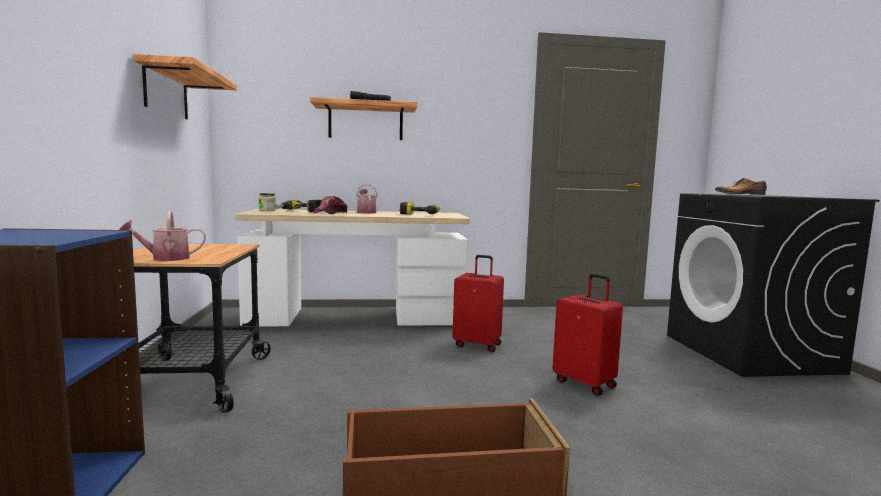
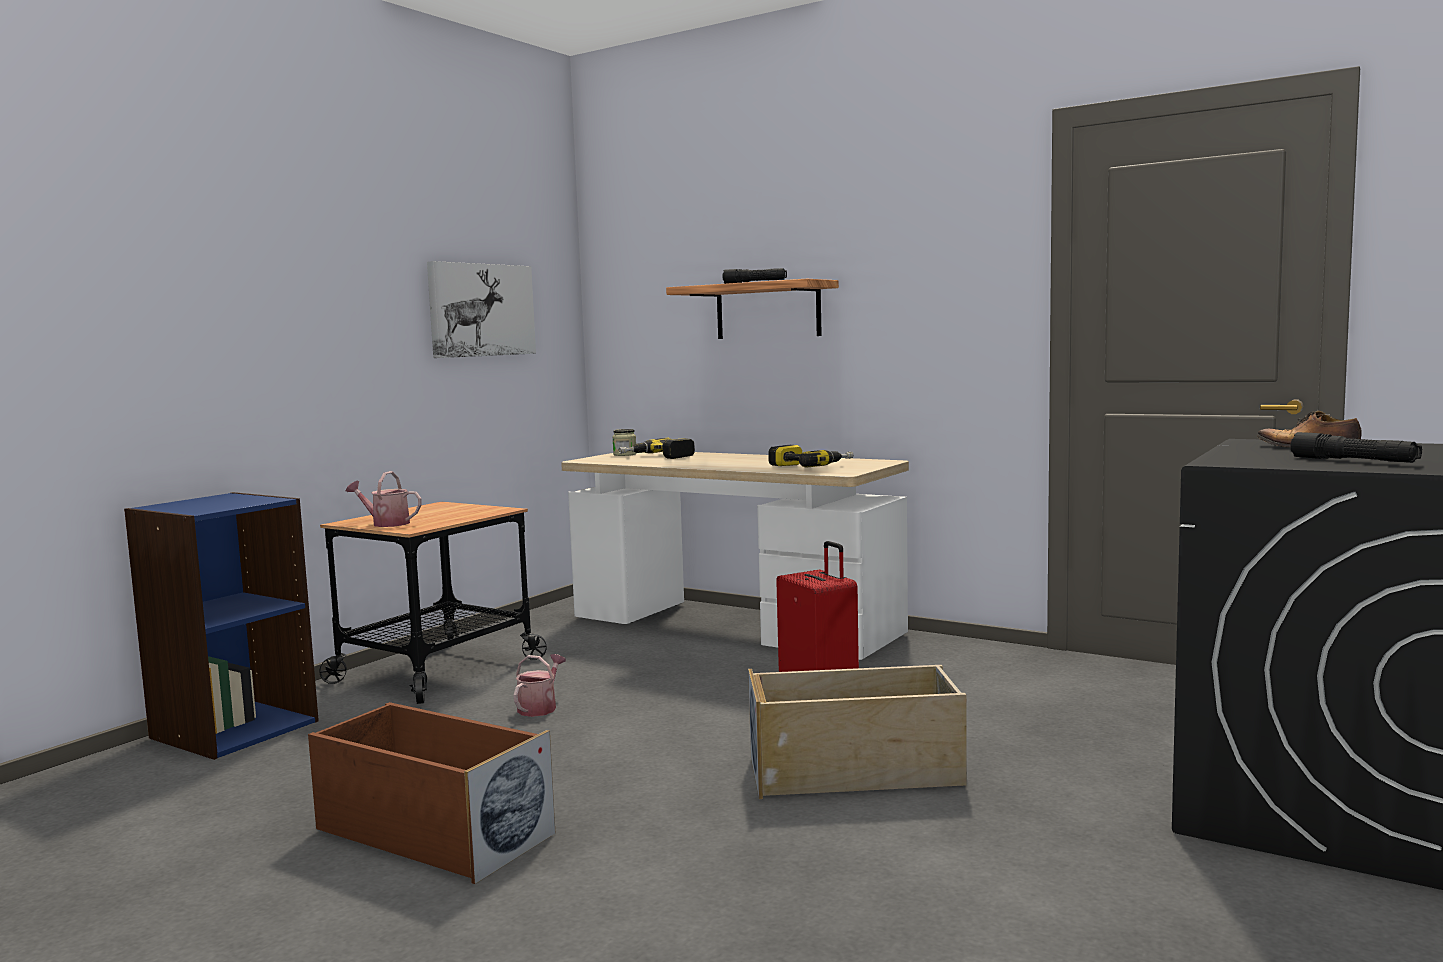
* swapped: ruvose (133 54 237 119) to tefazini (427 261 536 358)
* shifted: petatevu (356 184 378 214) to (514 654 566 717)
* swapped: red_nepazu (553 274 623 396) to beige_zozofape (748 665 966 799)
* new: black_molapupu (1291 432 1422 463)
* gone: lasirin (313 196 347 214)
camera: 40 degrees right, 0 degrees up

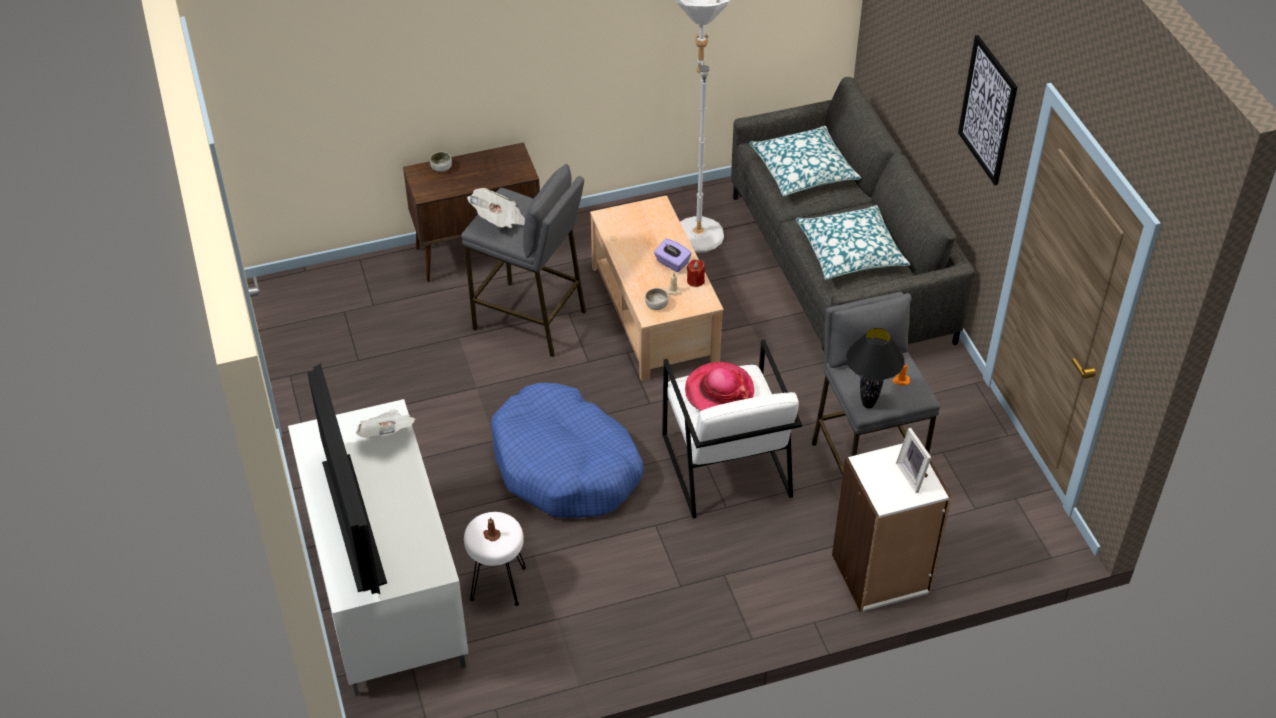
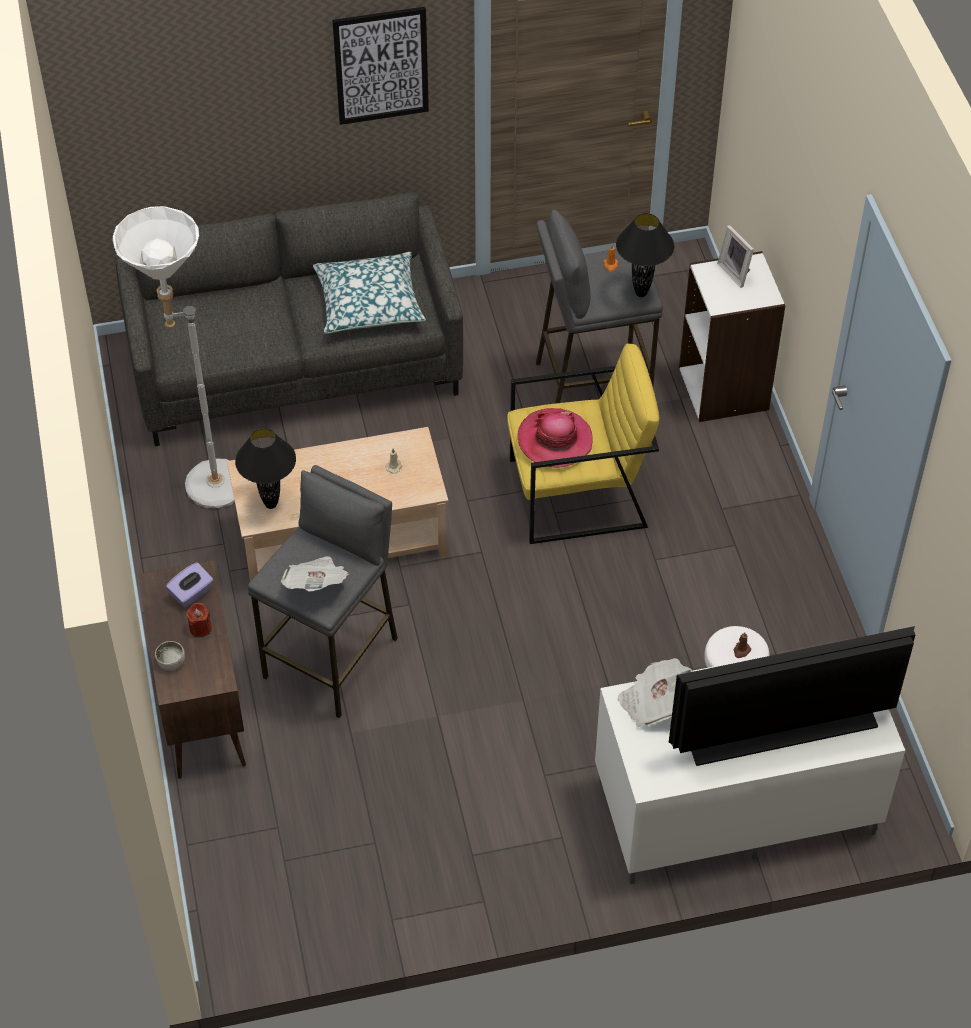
* shifted: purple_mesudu (654 239 691 272) to (166 562 213 608)
* shifted: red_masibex (687 259 705 287) to (186 603 212 637)
* new: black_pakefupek (235 429 296 509)
* repainted: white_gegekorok (662 340 802 519) to yellow_gegekorok (507 344 659 544)
* rotated: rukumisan (896 428 932 493) = (717 225 754 288) 75 degrees clockwise
* gone: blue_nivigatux (491 383 644 518)
* gone: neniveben (645 288 669 310)
* gone: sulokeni (749 126 861 196)
camera: 85 degrees left, 5 degrees up

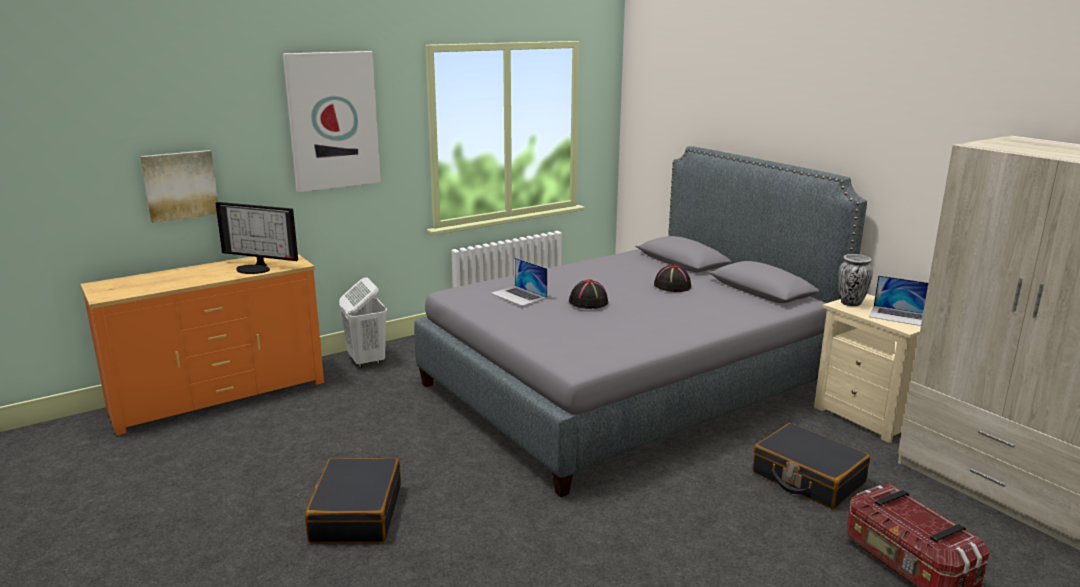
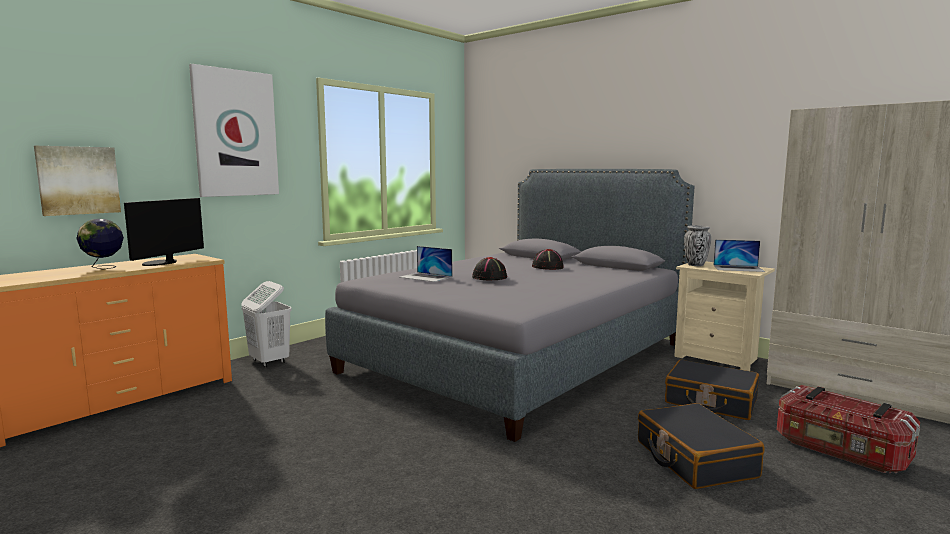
* new: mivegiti (76 219 124 269)
* rotated: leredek (215 202 298 274) = (124 198 204 266) 105 degrees clockwise
* shifted: black_nepazu (305 458 401 543) to (638 403 764 489)
camera: 15 degrees left, 10 degrees down

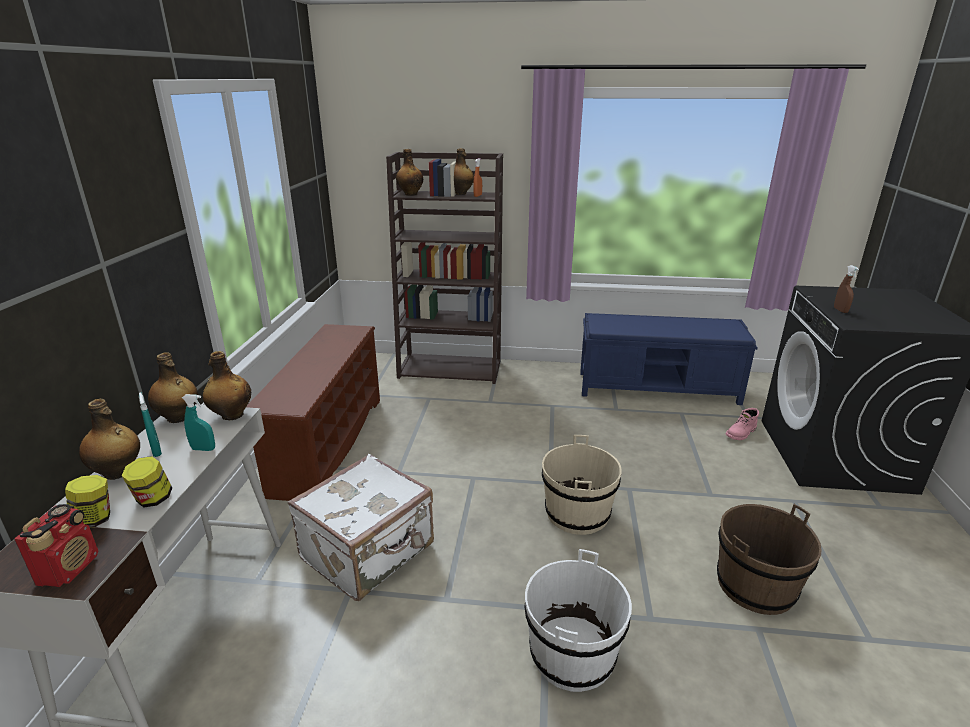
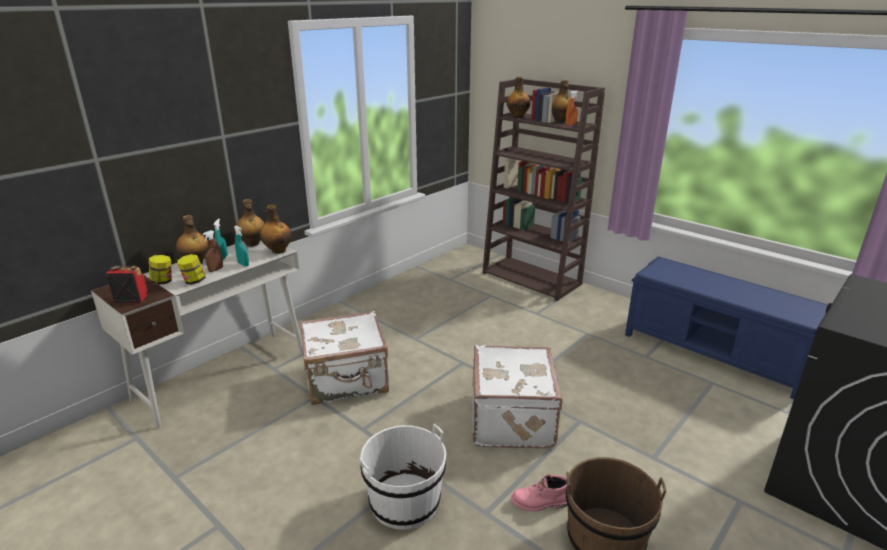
* rotated: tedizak (14 504 98 587) = (106 265 148 303) 135 degrees counterclockwise
* shifted: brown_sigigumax (834 265 859 313) to (203 230 223 272)
* swapped: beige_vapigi (542 435 622 535) to white_nepazu (472 345 564 448)
* shifted: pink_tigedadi (726 408 759 440) to (511 474 568 512)
* gone: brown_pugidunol (247 324 380 501)
camera: 35 degrees right, 0 degrees up

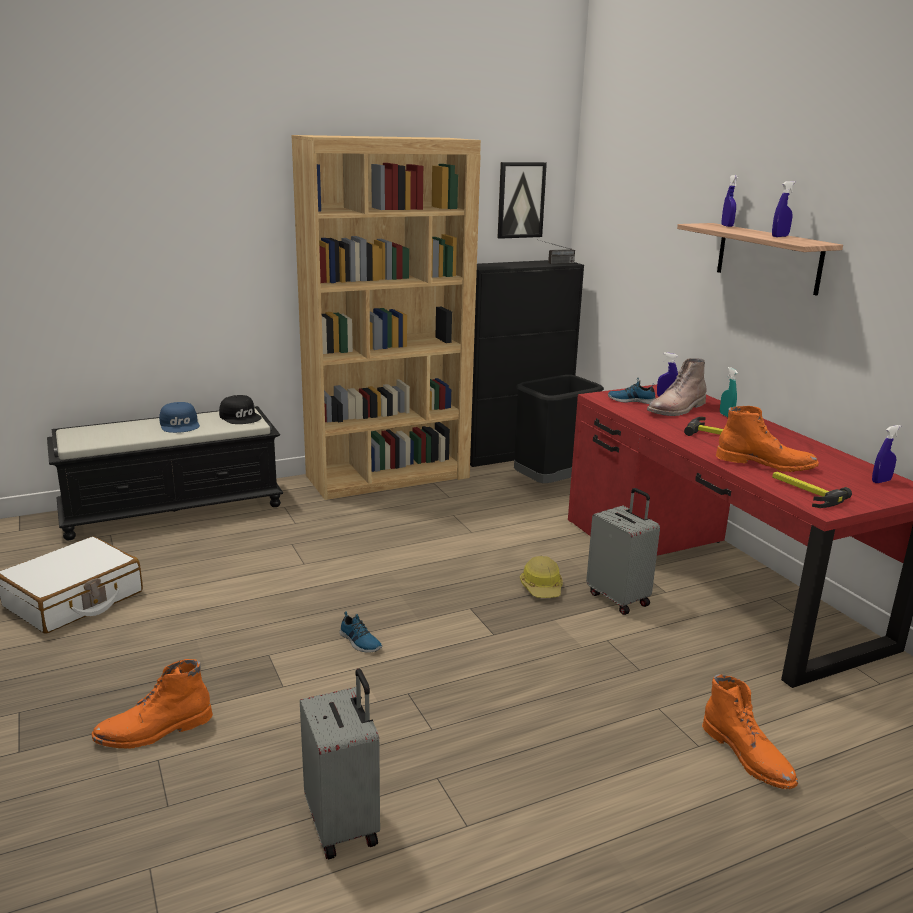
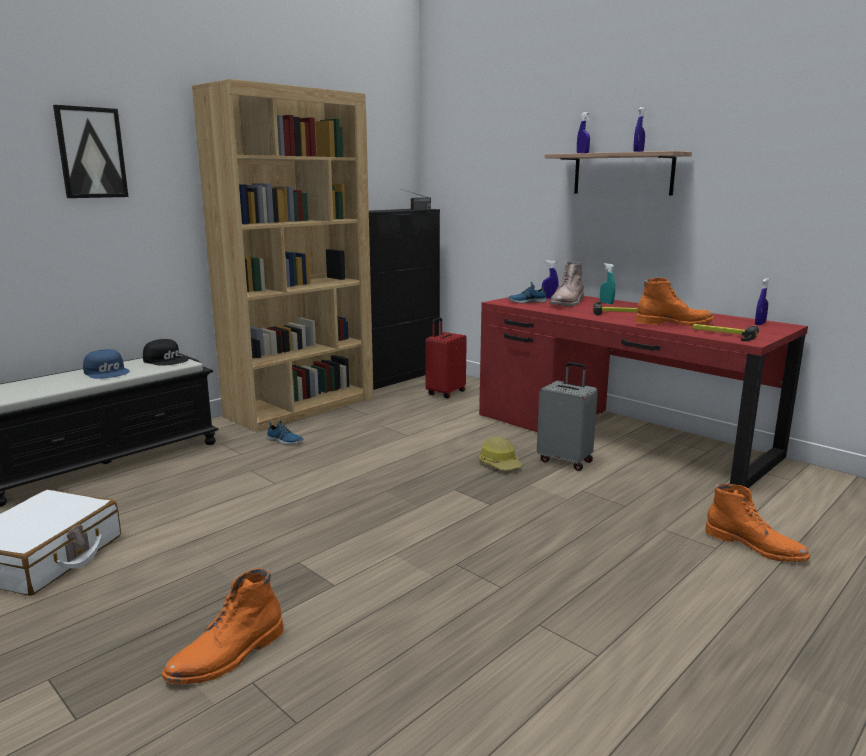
* shifted: tefazini (498 162 547 239) to (53 105 128 198)
* shifted: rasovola (339 611 382 652) to (267 420 303 445)
* swapped: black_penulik (514 375 604 483) to red_nepazu (425 318 467 398)
* gone: grey_nepazu (300 669 380 859)
camera: 20 degrees left, 5 degrees down

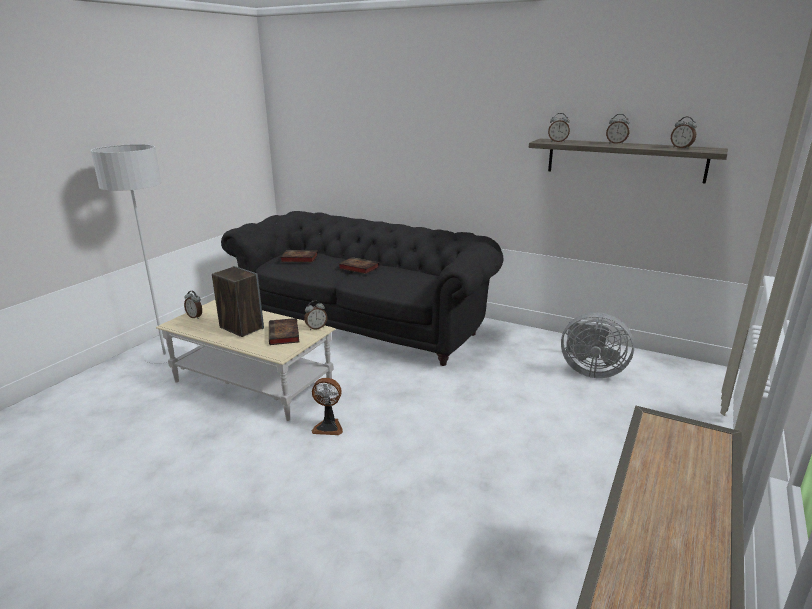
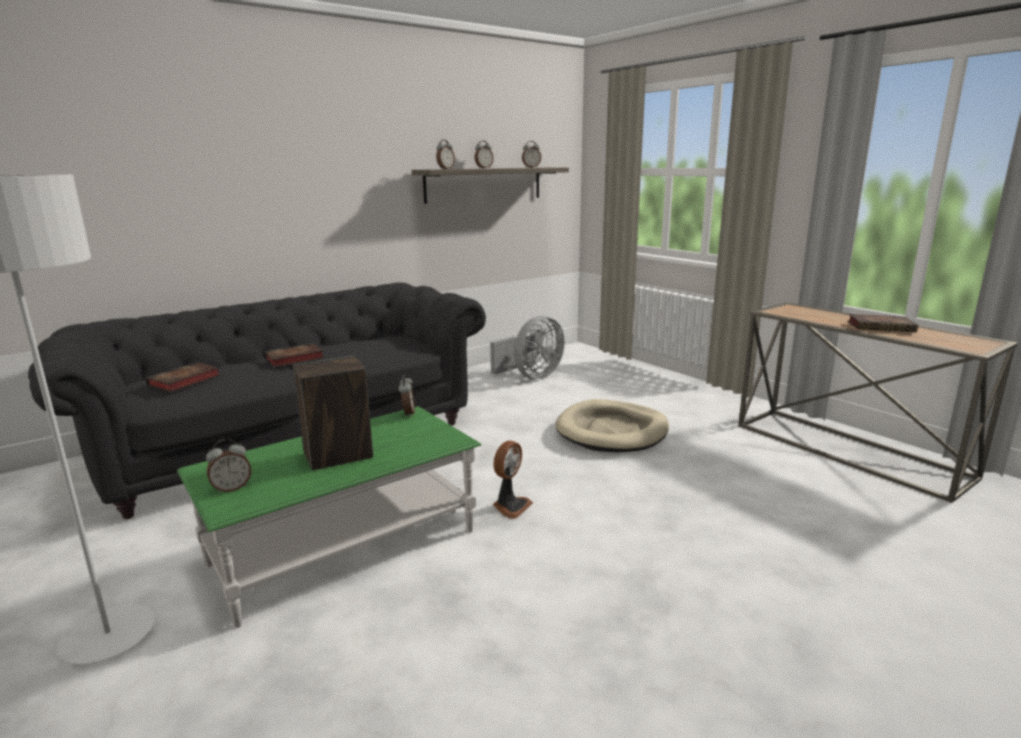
* repainted: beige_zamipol (156 300 336 421) to green_zamipol (177 406 482 628)
* new: beige_nivigatux (556 399 669 452)
* shifted: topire (269 318 299 345) to (848 314 918 332)
camera: 65 degrees left, 5 degrees down

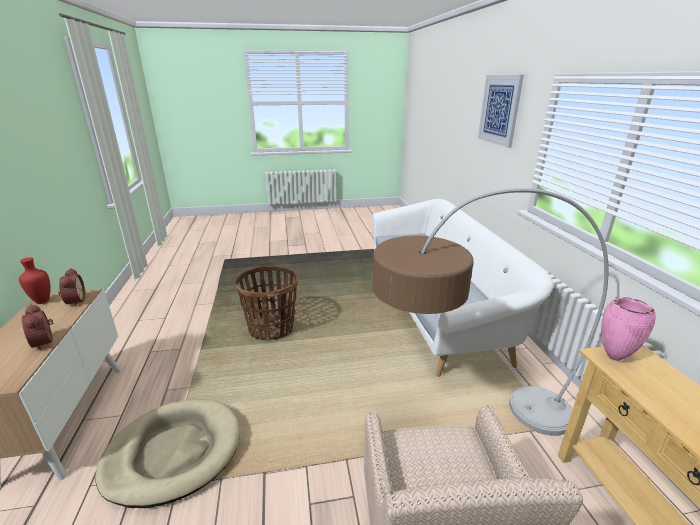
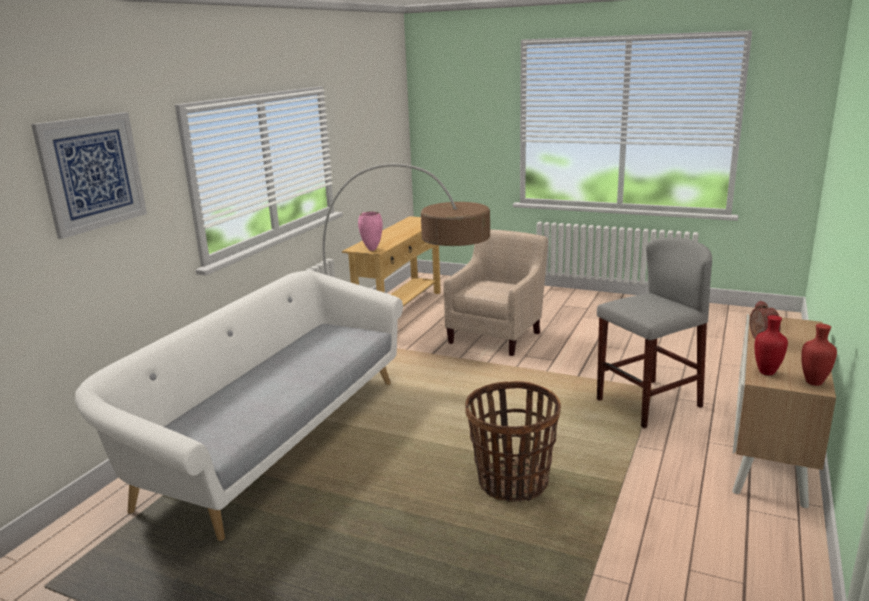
* swapped: beige_nivigatux (96 399 240 508) to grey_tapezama (597 238 712 428)
* swapped: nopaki (58 268 85 307) to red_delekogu (755 315 788 375)
camera: 145 degrees left, 5 degrees down

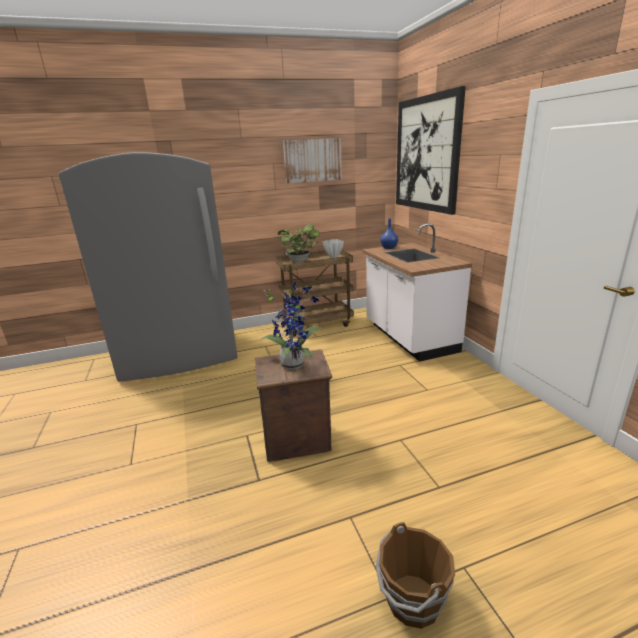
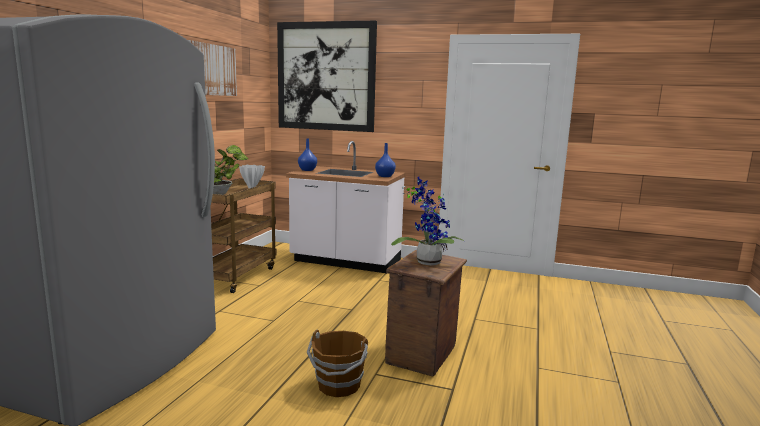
* shifted: brown_vapigi (376 522 455 629) to (307 330 368 397)
* new: blue_delekogu (375 143 396 177)
camera: 55 degrees left, 10 degrees down

